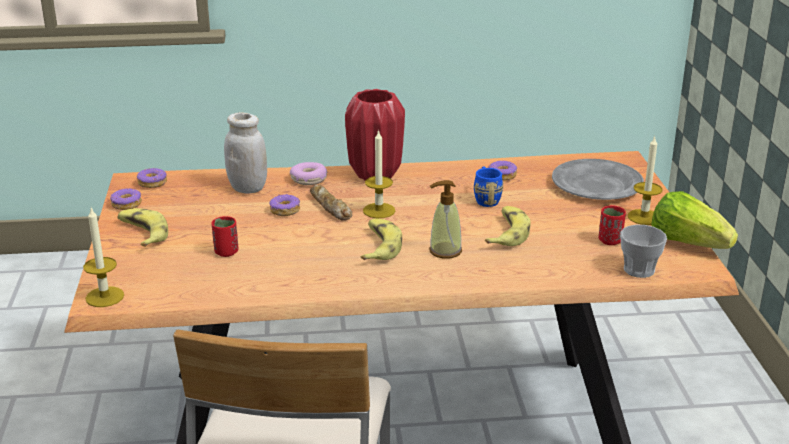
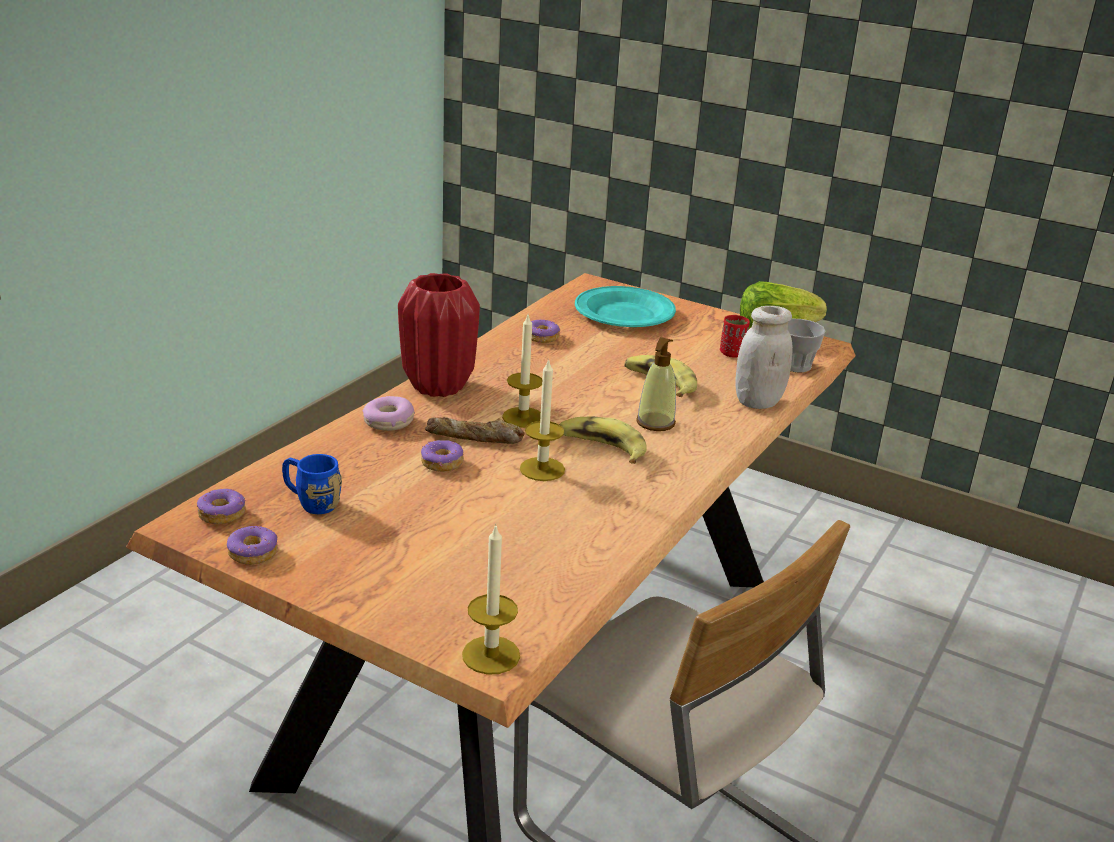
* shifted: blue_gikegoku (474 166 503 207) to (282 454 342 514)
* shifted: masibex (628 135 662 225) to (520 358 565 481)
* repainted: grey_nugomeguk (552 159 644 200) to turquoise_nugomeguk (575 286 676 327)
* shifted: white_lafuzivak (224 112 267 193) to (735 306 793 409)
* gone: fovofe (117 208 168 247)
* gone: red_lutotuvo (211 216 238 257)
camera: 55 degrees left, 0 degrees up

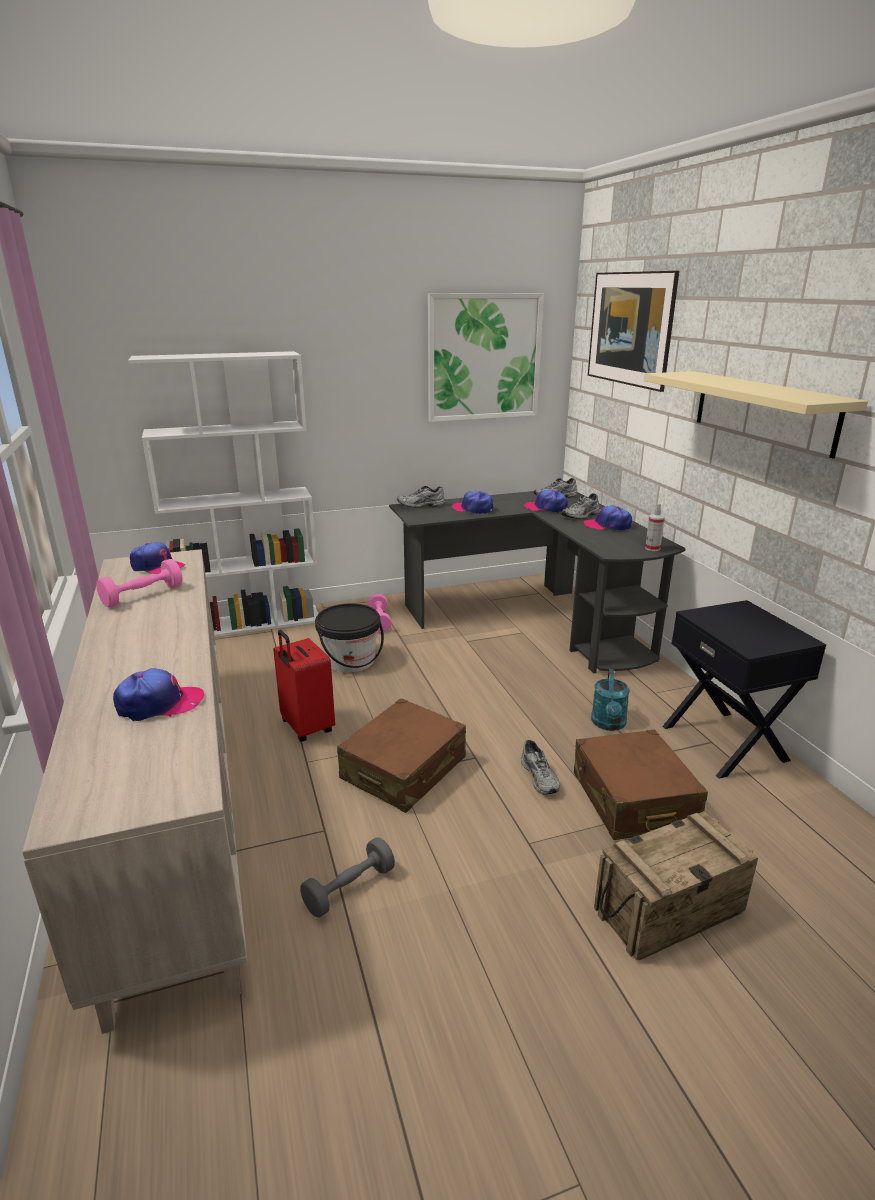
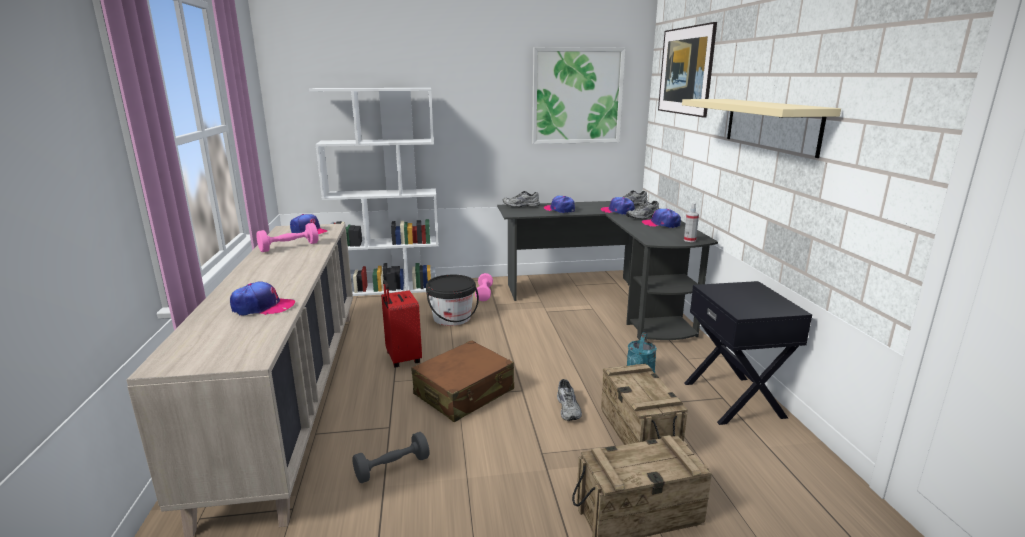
* swapped: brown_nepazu (574 729 708 840) to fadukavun (601 364 688 445)
camera: 10 degrees right, 5 degrees down

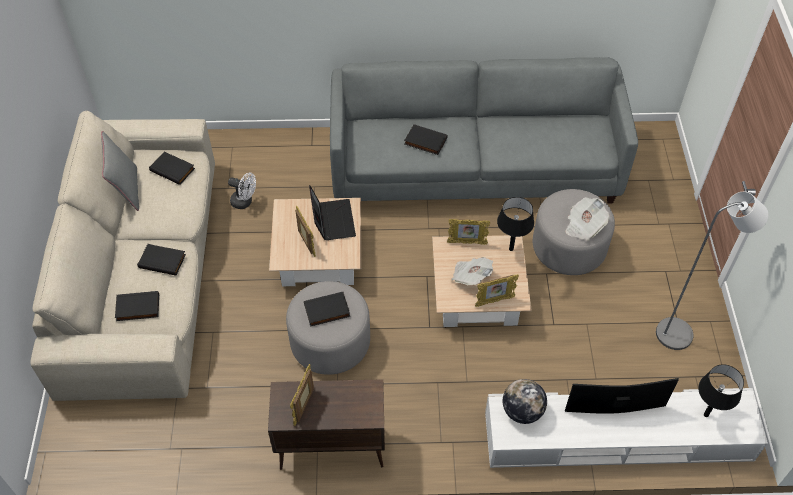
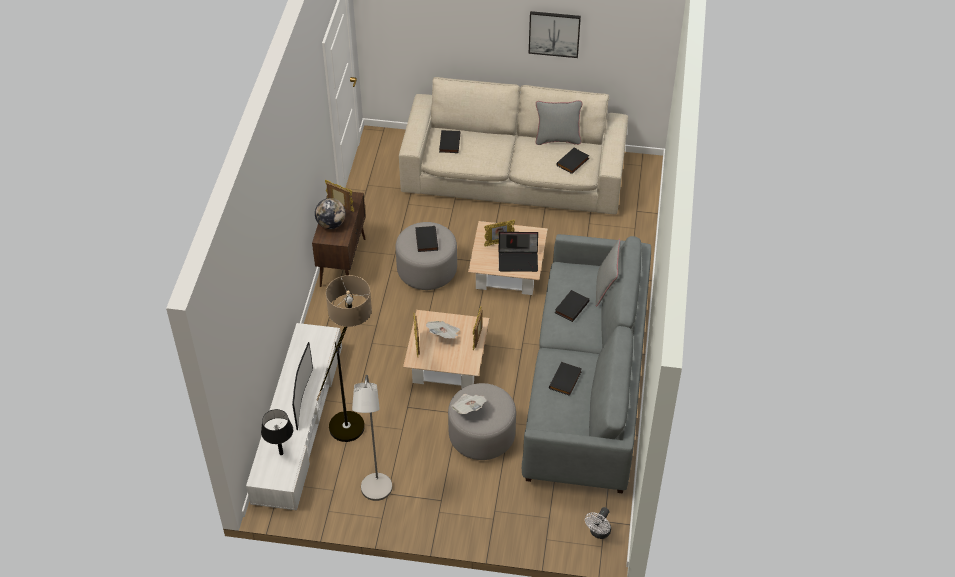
* shifted: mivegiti (503 379 547 424) to (315 198 346 229)
* new: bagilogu (317 275 372 442)
* new: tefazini (529 11 581 58)
* shifted: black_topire (137 244 186 275) to (549 362 582 396)
* shifted: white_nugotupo (228 173 256 209) to (585 507 611 539)
* new: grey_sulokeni (596 239 620 307)
* gone: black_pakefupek (497 197 534 251)
camera: 100 degrees right, 5 degrees down

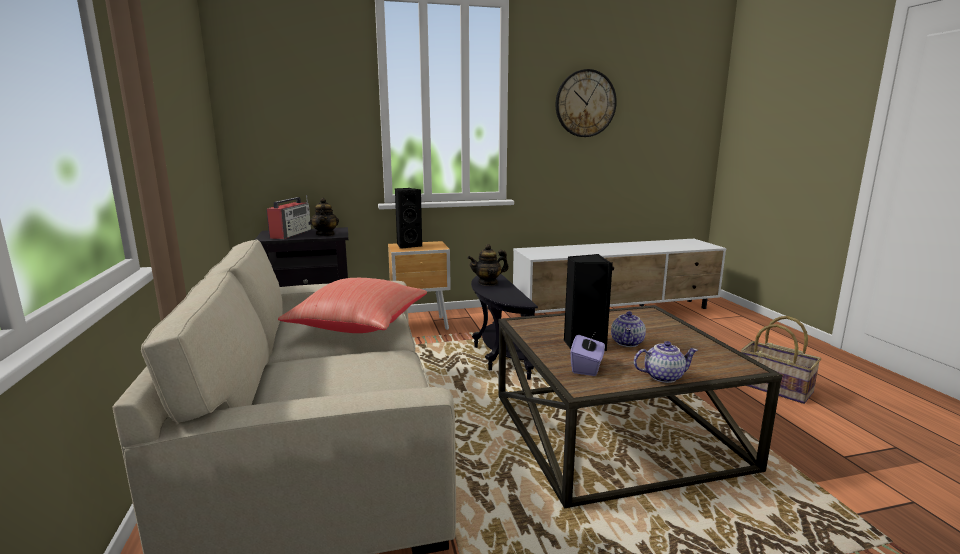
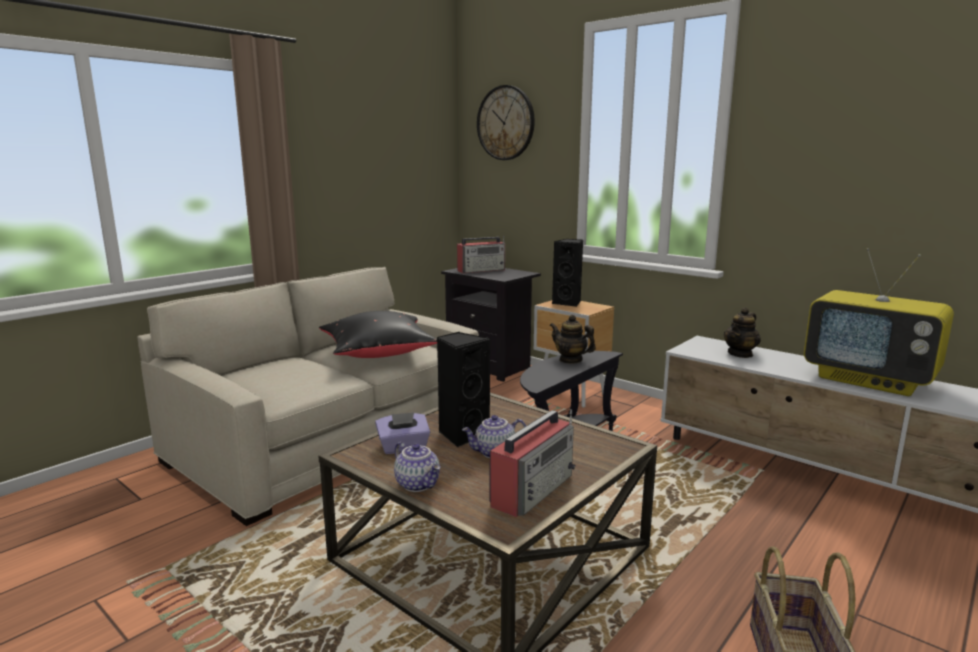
* repainted: red_sulokeni (278 278 427 333) to black_sulokeni (319 311 437 358)
* shifted: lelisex (556 69 617 137) to (477 85 535 160)
* new: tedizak (490 409 576 517)
* shifted: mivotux (310 198 339 236) to (724 307 761 358)
* new: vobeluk (804 248 954 396)
camera: 55 degrees right, 0 degrees up

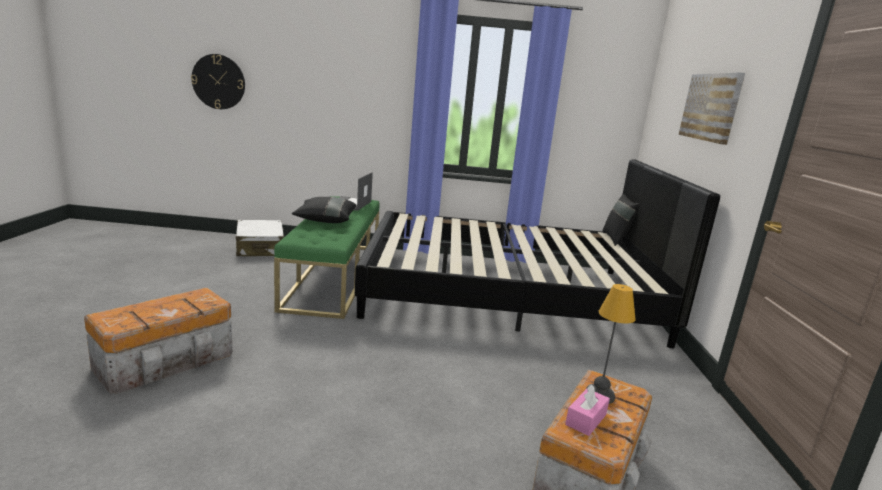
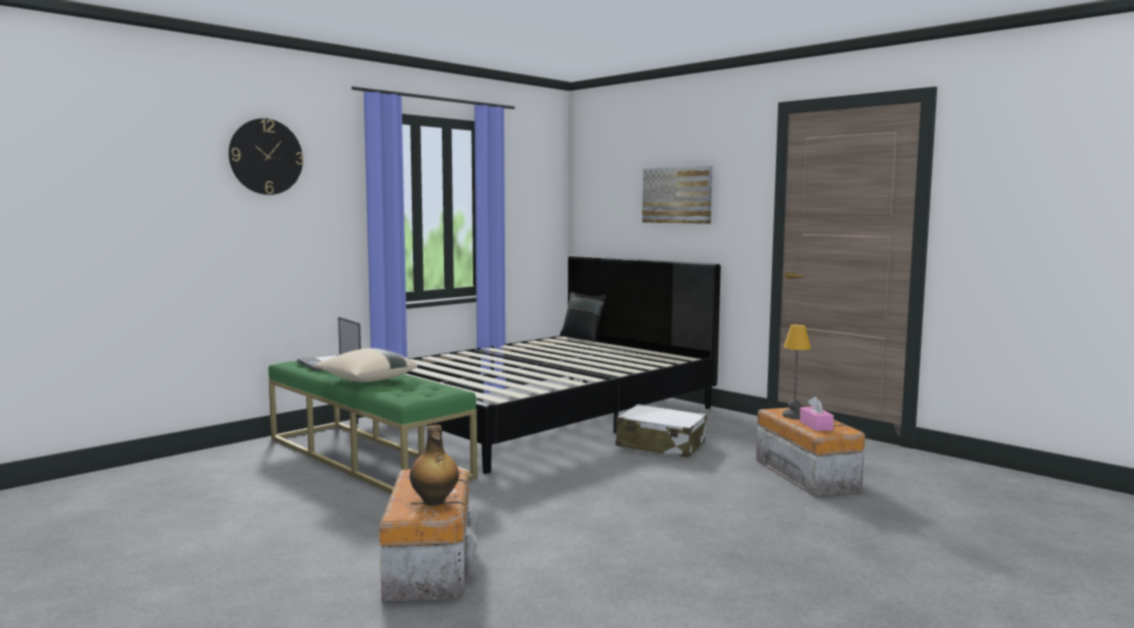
* shifted: lelisex (191 54 245 109) to (229 118 304 195)
* repainted: black_sulokeni (292 197 356 223) to beige_sulokeni (315 348 418 382)
* new: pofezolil (410 425 459 506)
* shifted: white_nepazu (236 220 284 256) to (616 404 706 458)
camera: 45 degrees left, 10 degrees down

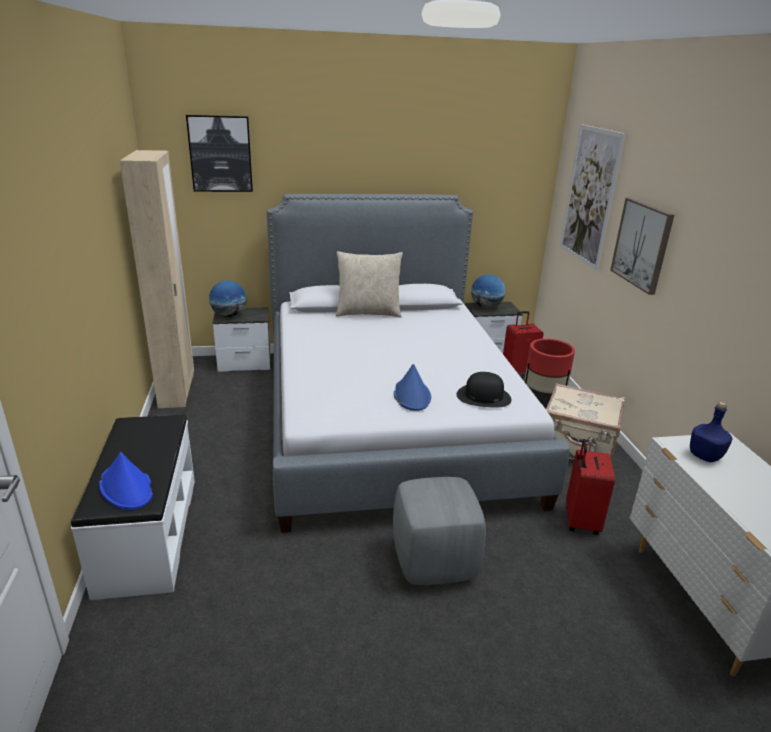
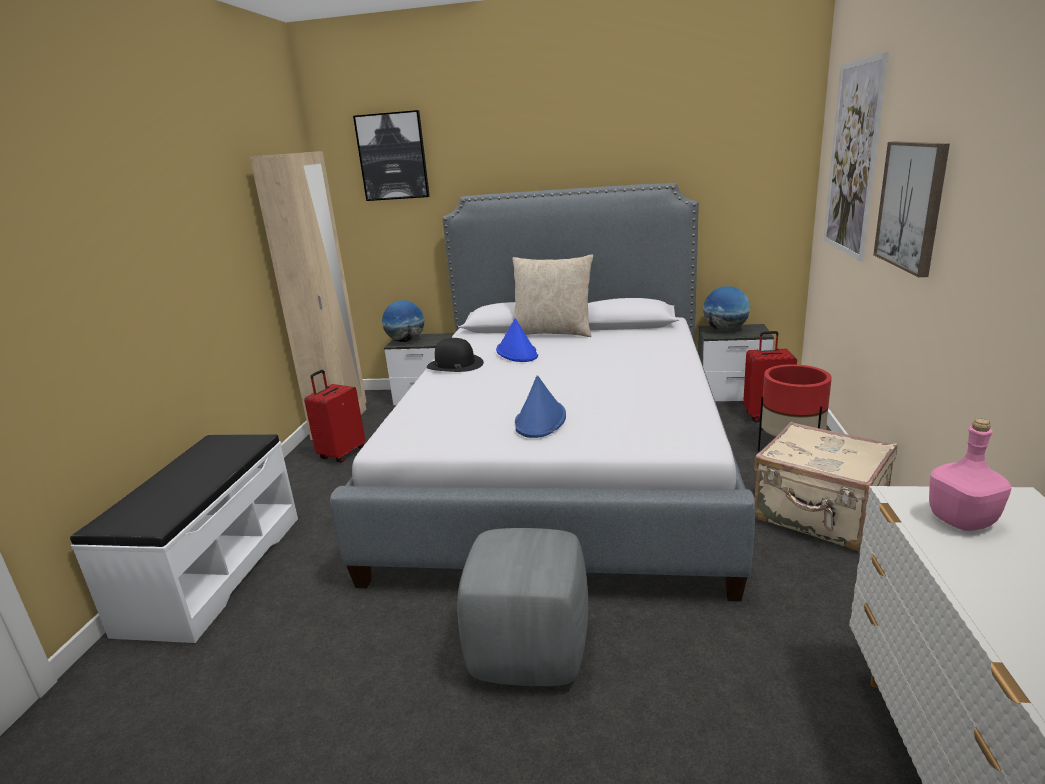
* shifted: red_nepazu (566 439 615 535) to (304 370 365 463)
* shifted: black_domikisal (456 372 512 408) to (427 338 484 372)
* shifted: blue_domikisal (99 452 153 510) to (496 318 538 362)
* repainted: blue_pofezolil (690 402 733 462) to pink_pofezolil (929 419 1011 531)
camera: 20 degrees right, 5 degrees down

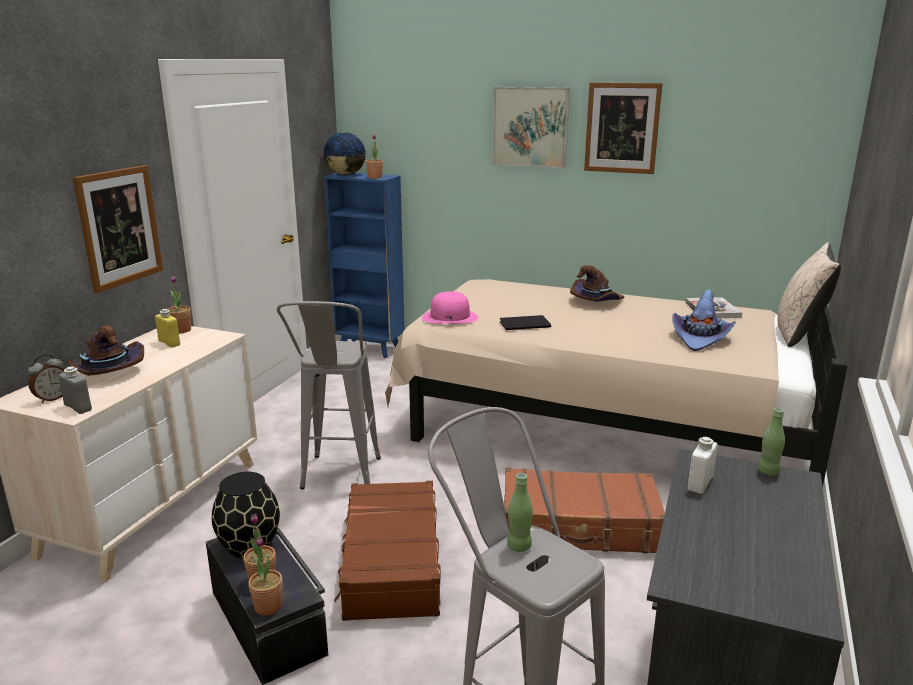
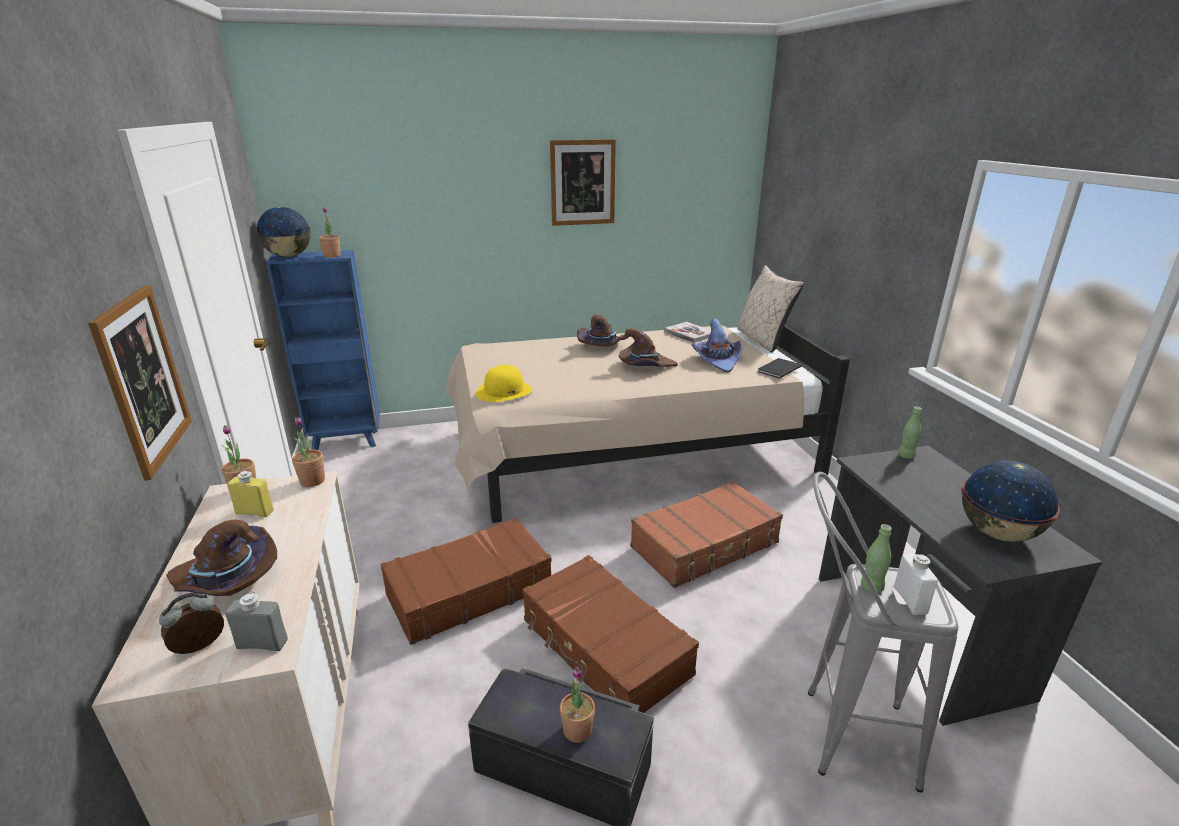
* rotated: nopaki (28 354 65 404) = (159 593 224 654) 135 degrees counterclockwise
* shifted: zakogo (248 536 283 616) to (292 417 325 487)
* swapped: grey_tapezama (277 301 381 489) to brown_nepazu (381 518 552 645)
* repainted: pink_domikisal (422 291 478 323) to yellow_domikisal (476 365 532 402)
* new: brown_domikisal (619 328 678 367)
* shifted: black_topire (500 315 551 330) to (757 358 802 378)
* shifted: white_pofezolil (688 437 718 494) to (894 554 938 615)
* new: mivegiti (961 461 1060 542)
* gone: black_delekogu (212 472 280 558)
* gone: tefazini (492 87 570 168)
camera: 35 degrees left, 5 degrees up

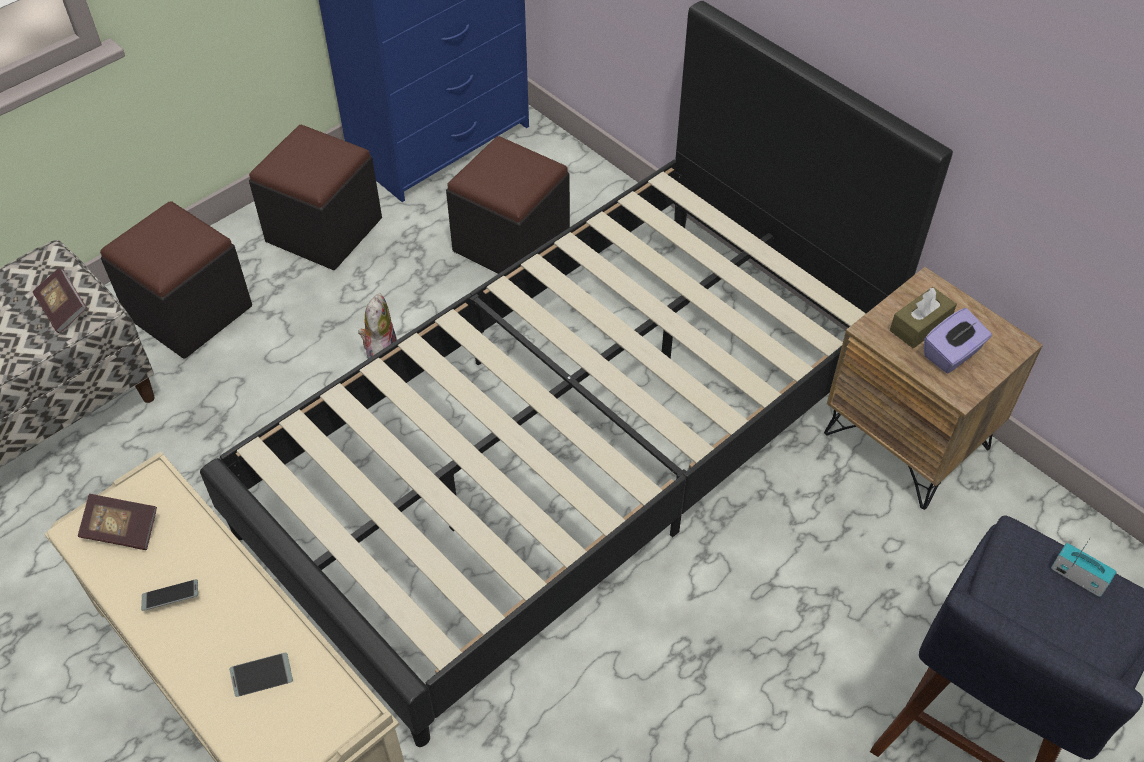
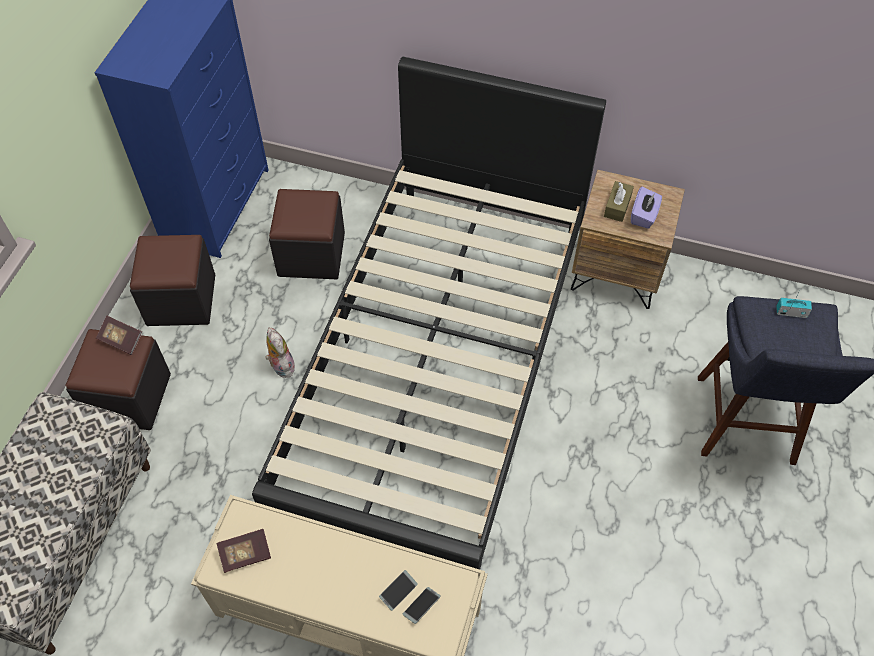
* shifted: topire (33 267 87 333) to (96 316 142 355)
* shifted: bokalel (141 579 198 611) to (403 587 441 624)
camera: 30 degrees left, 5 degrees up

